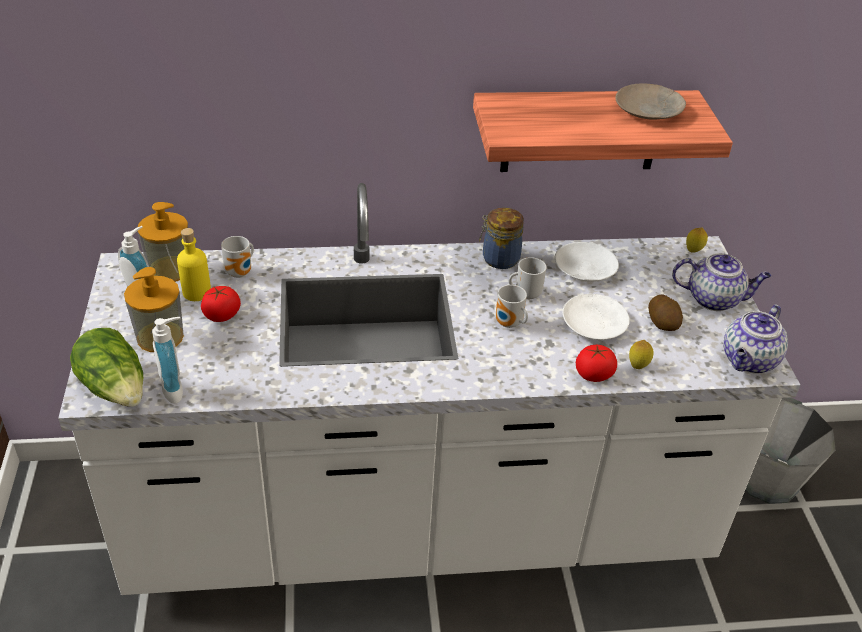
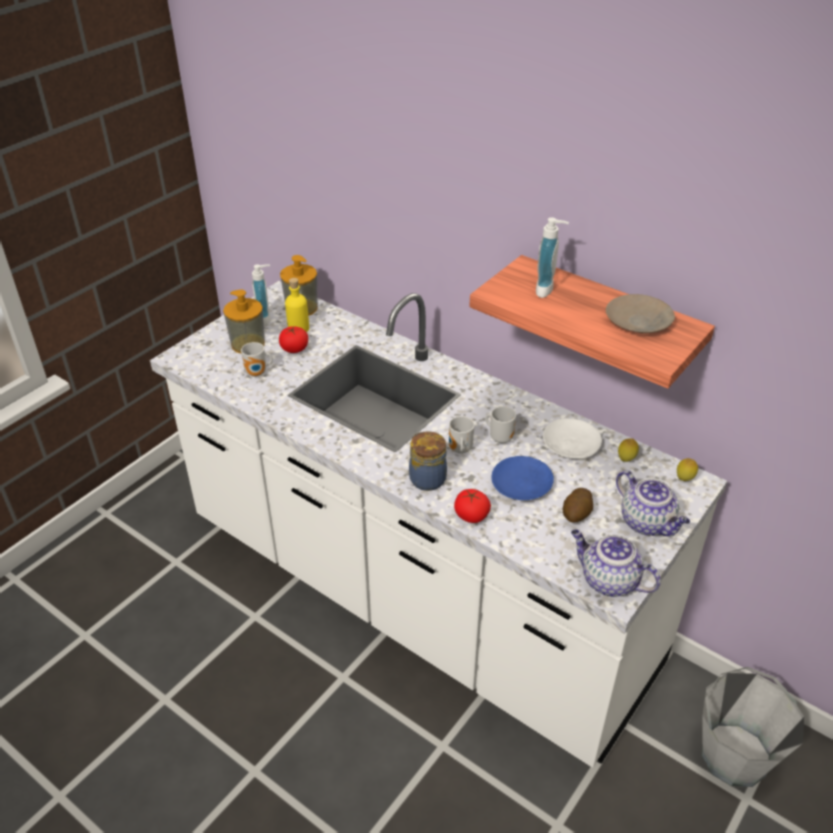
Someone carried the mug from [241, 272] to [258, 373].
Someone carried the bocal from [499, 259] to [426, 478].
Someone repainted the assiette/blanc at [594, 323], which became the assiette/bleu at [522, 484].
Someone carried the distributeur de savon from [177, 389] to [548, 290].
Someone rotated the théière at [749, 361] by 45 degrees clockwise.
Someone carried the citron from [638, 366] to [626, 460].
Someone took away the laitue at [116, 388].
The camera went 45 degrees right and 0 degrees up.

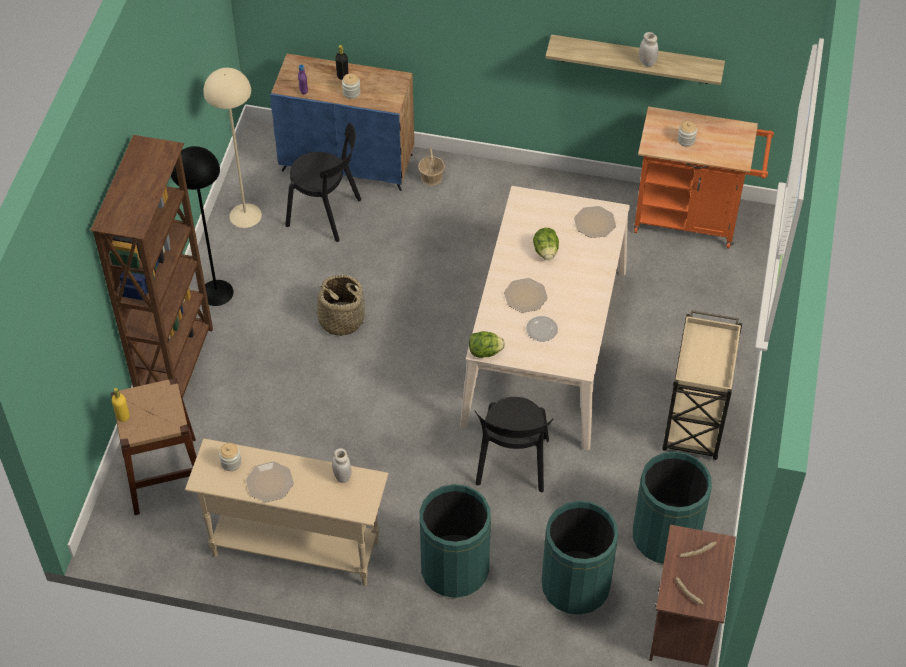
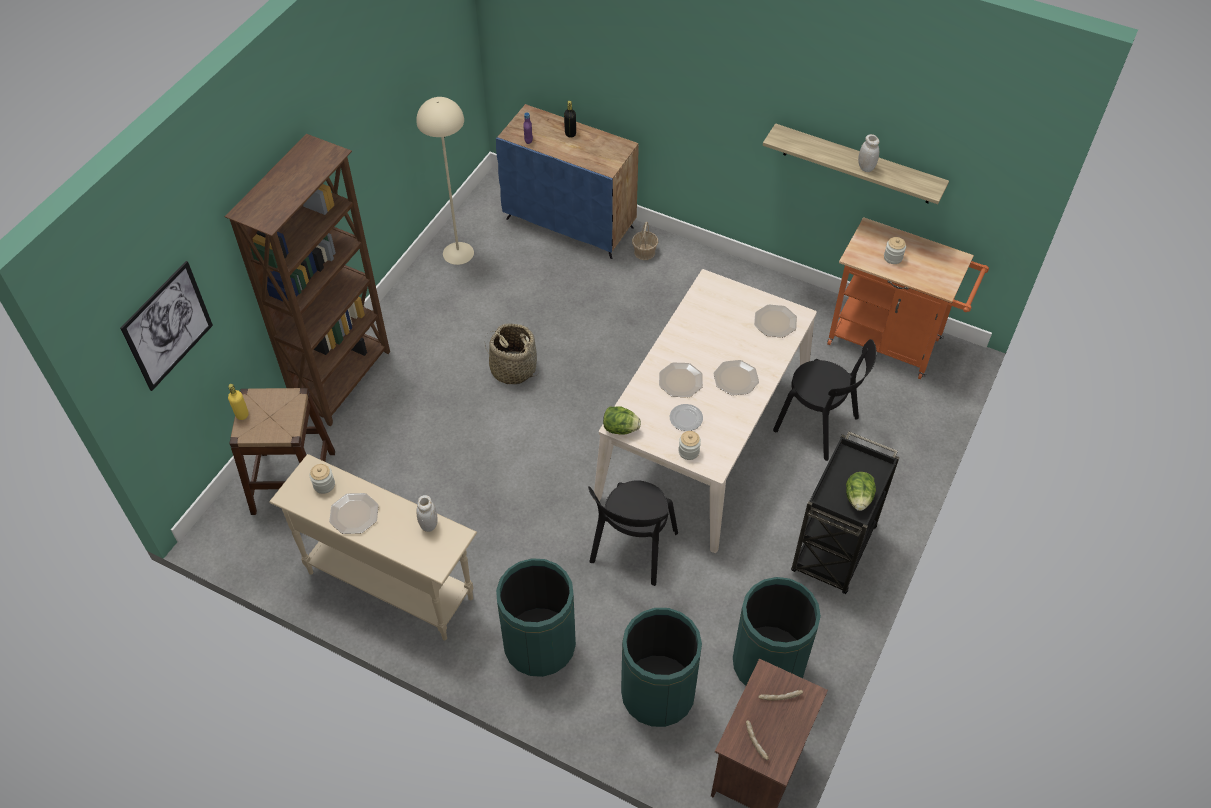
Someone put up the tableau at [168, 326].
Someone carried the bocal from [351, 92] to [688, 451].
Someone put down the assiette at [736, 379].
Someone carried the chaise/noir from [327, 214] to [819, 426].
Someone repainted the chariot/beige at [694, 424], which became the chariot/noir at [833, 551].
Someone carried the laitue from [546, 251] to [858, 498].
Someone took away the lampadaire/noir at [216, 292].
The camera went 15 degrees right and 0 degrees up.

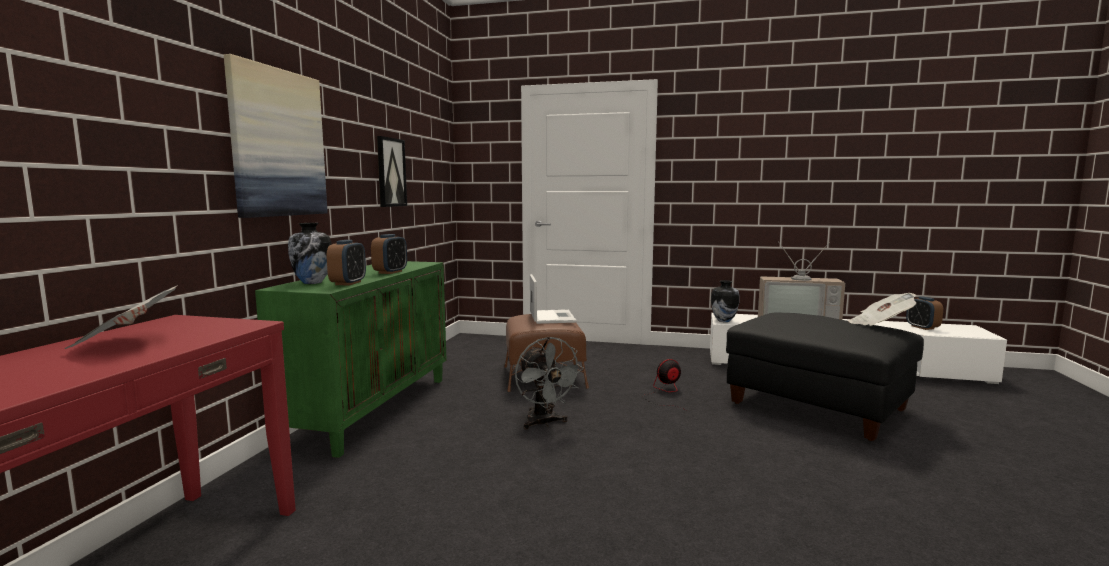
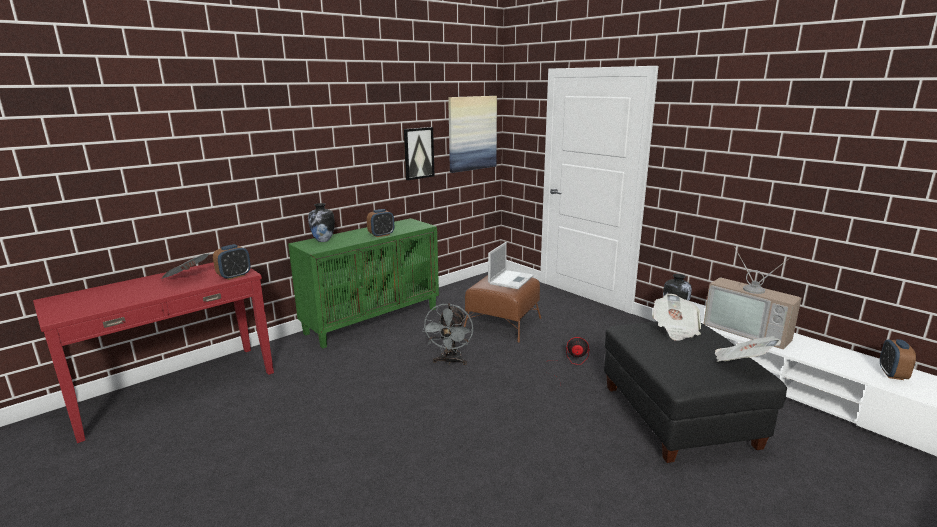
Someone carried the réveil from [348, 283] to [234, 276].
Someone carried the tableau from [278, 143] to [472, 133].
Someone put down the journal at [675, 329].
The camera went 35 degrees right and 10 degrees up.

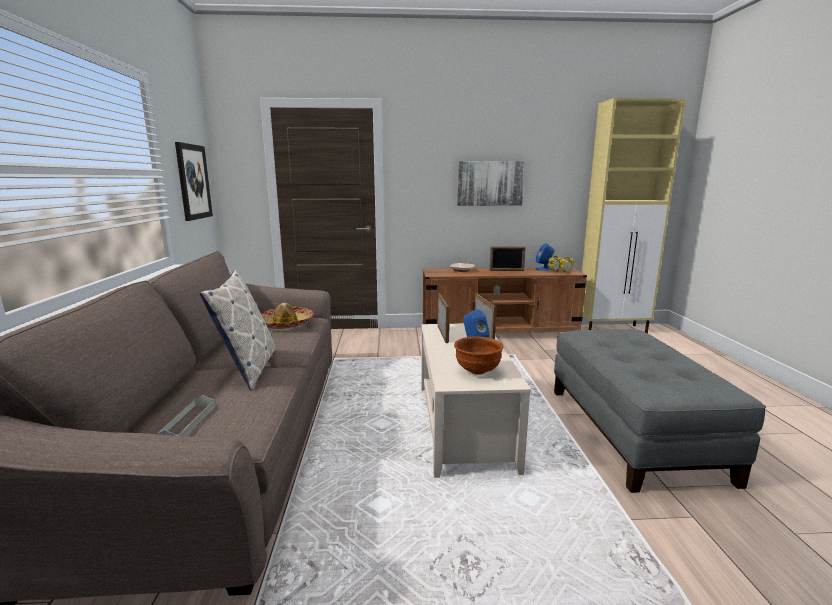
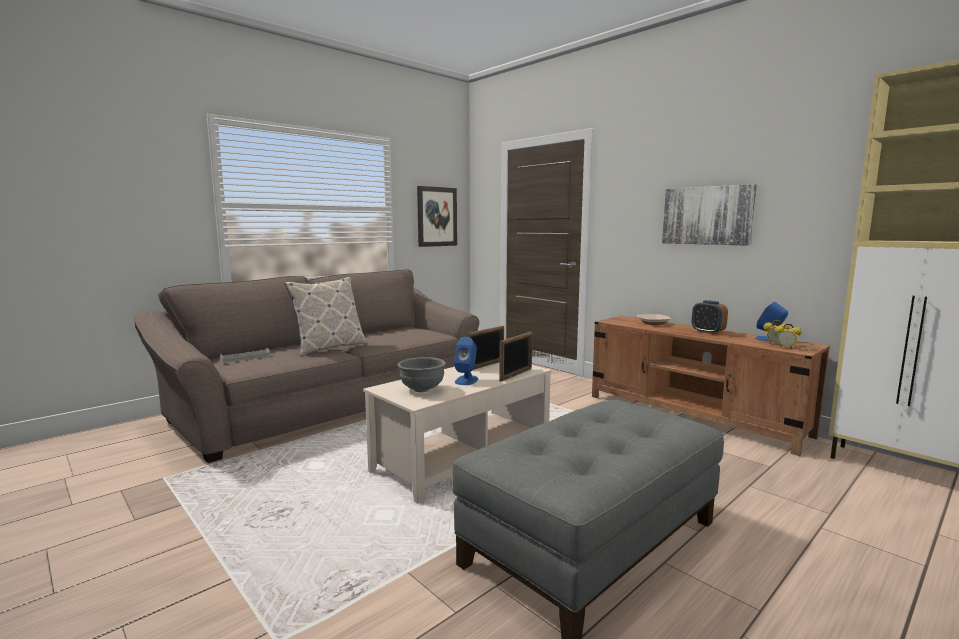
Someone repainted the bol/marron at [477, 371], which became the bol/gris at [422, 389].
Someone swapped the cadre photo at [506, 270] for the réveil at [708, 332].
Someone took away the chapeau at [285, 324].
The camera went 50 degrees right and 5 degrees down.

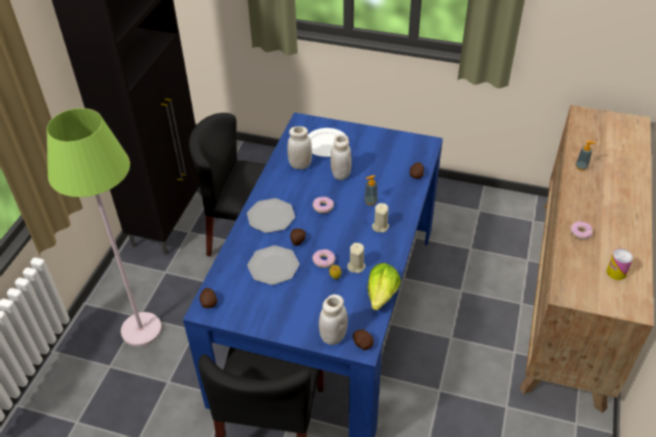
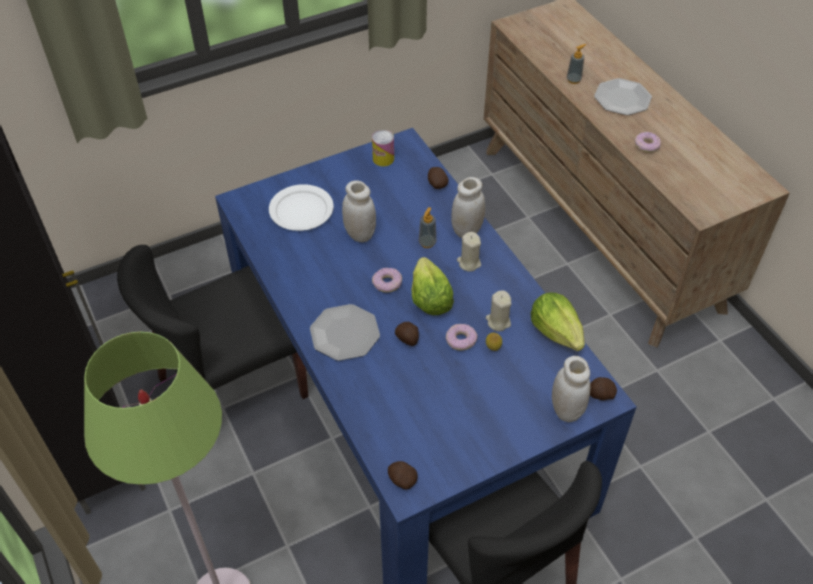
Someone carried the boîte métallique from [616, 272] to [383, 159].
Someone put down the laitue at [429, 298].
Someone carried the bocal/blanc from [300, 165] to [467, 230].
Someone carried the assiette from [273, 266] to [622, 98].
The camera went 45 degrees left and 5 degrees up.

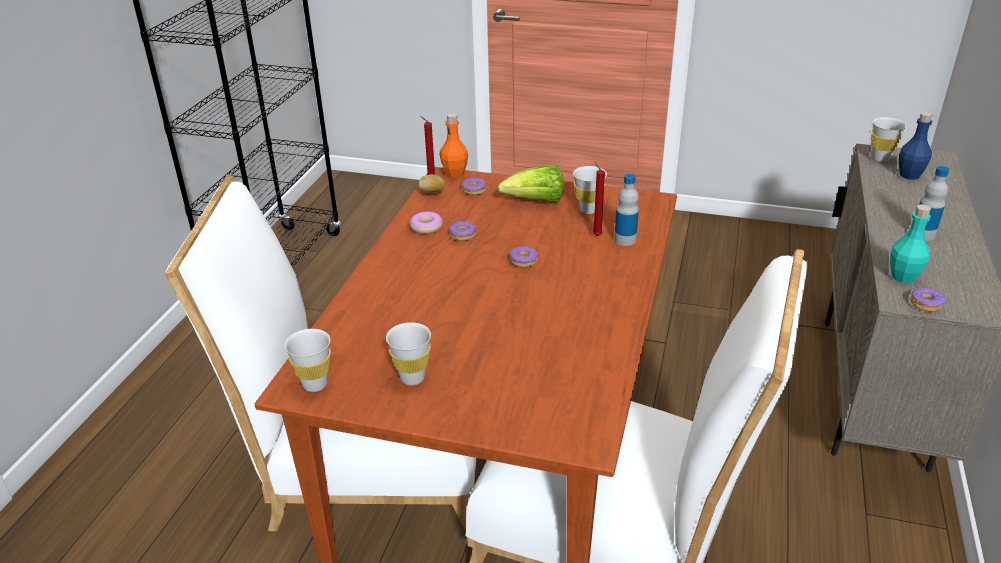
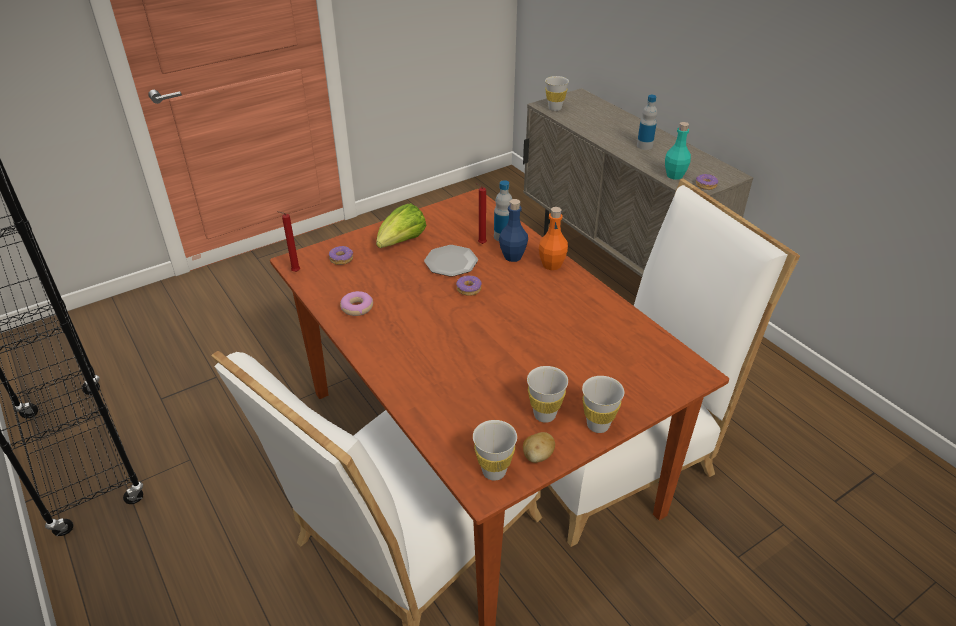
Someone put down the assiette at [451, 262].
Someone carried the bouteille/bleu from [909, 175] to [512, 256].
Someone carried the pomme de terre from [432, 193] to [538, 456].
Someone carried the bouteille/orange from [454, 174] to [551, 265].
Someone carried the tasse/blanc from [588, 210] to [598, 425].
Someone took away the beignet at [463, 235].
The camera went 50 degrees left and 5 degrees up.

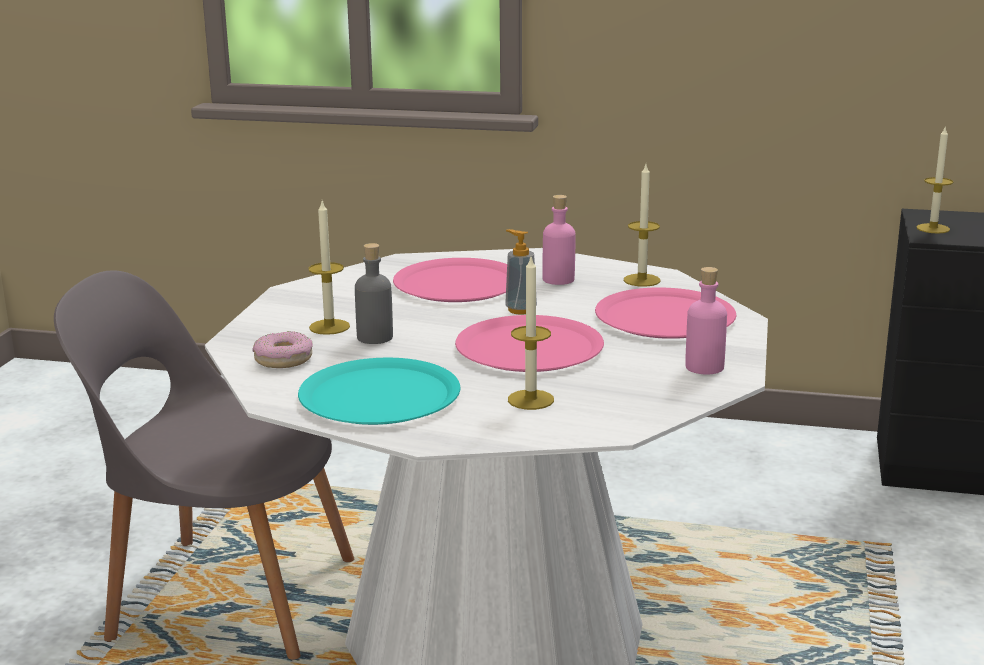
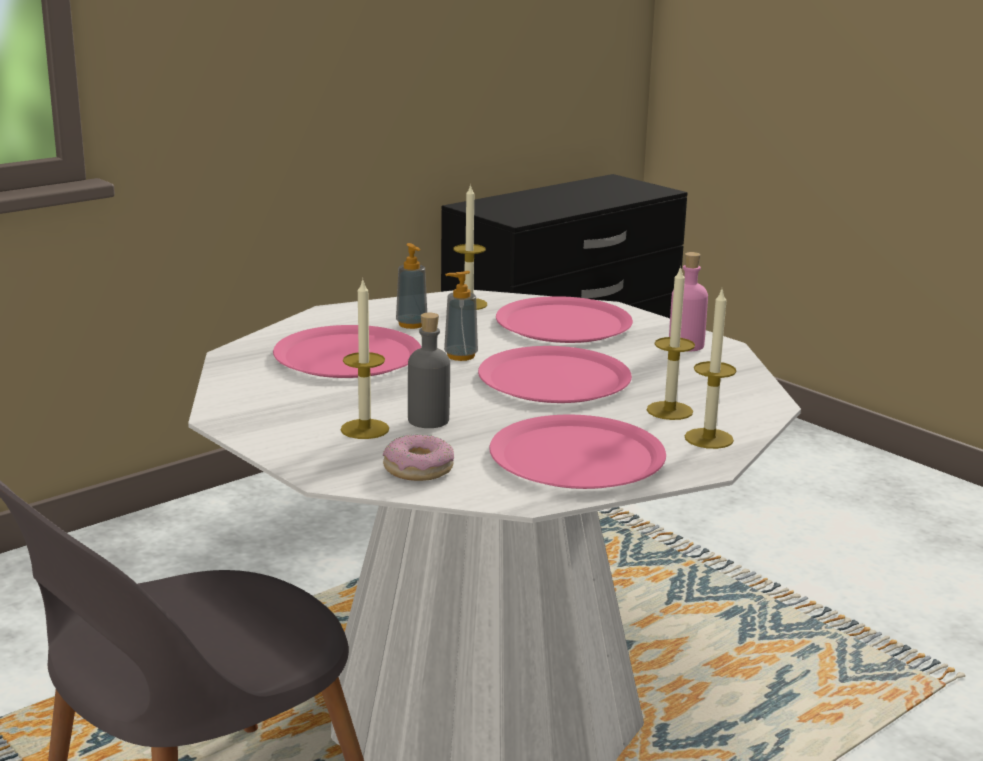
Someone swapped the bouteille/rose at [558, 279] for the distributeur de savon at [411, 324].
Someone repainted the assiette/turquoise at [380, 395], which became the assiette/rose at [577, 456].
Someone carried the bougie from [933, 228] to [709, 438].
The camera went 55 degrees left and 0 degrees up.

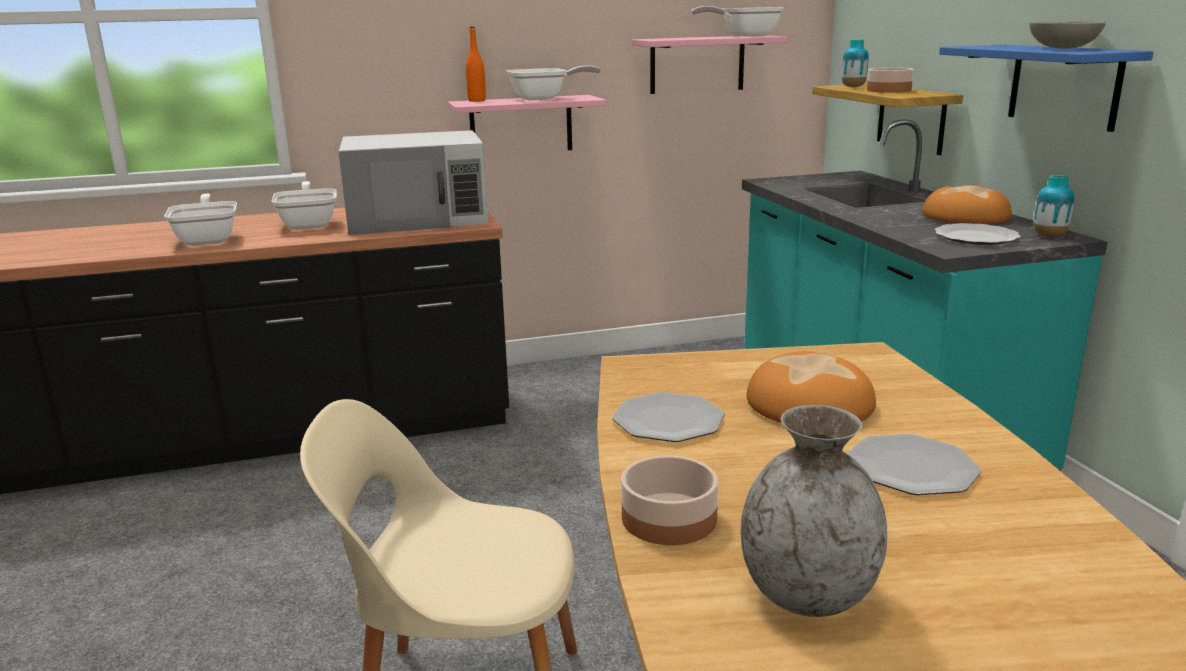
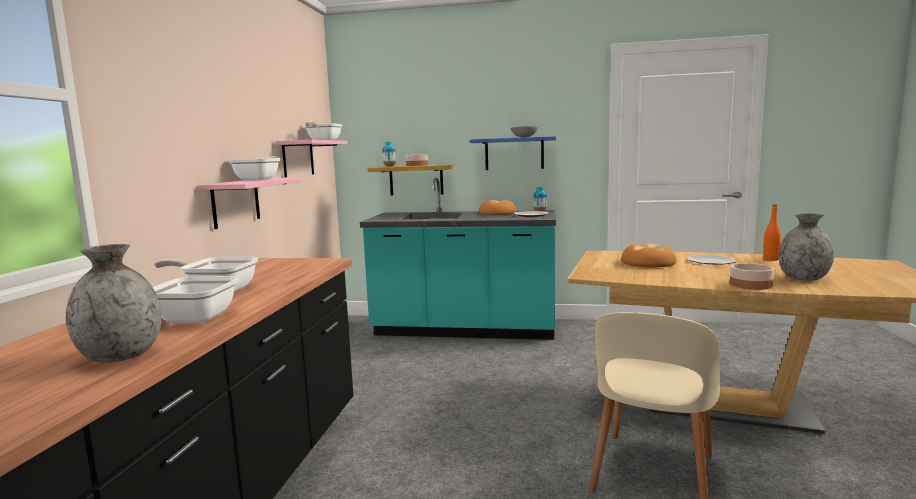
Someone put down the vase/gris at [121, 356].
Someone carried the bouteille/orange from [477, 100] to [770, 259].
Someone took away the micro-ondes/blanc at [418, 217].
Someone took away the assiette at [668, 420].
The camera went 65 degrees left and 10 degrees down.

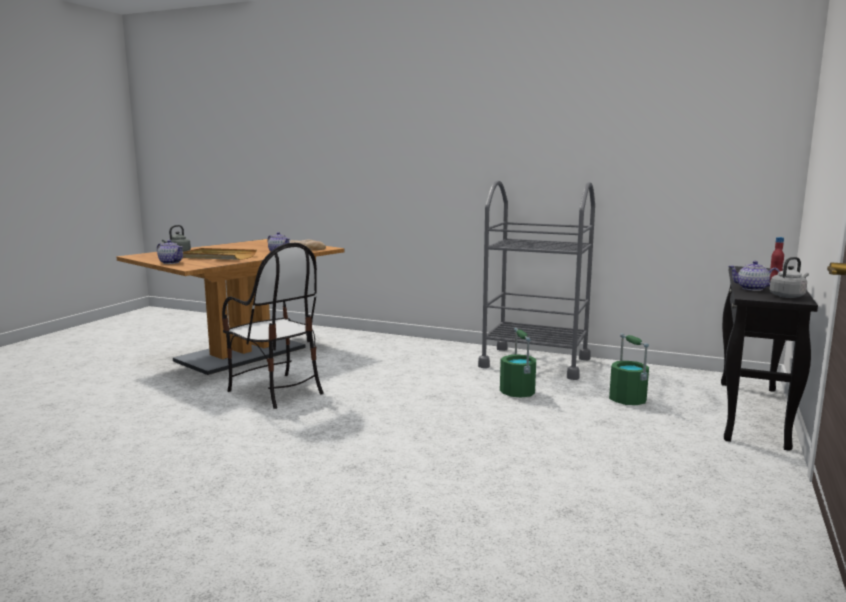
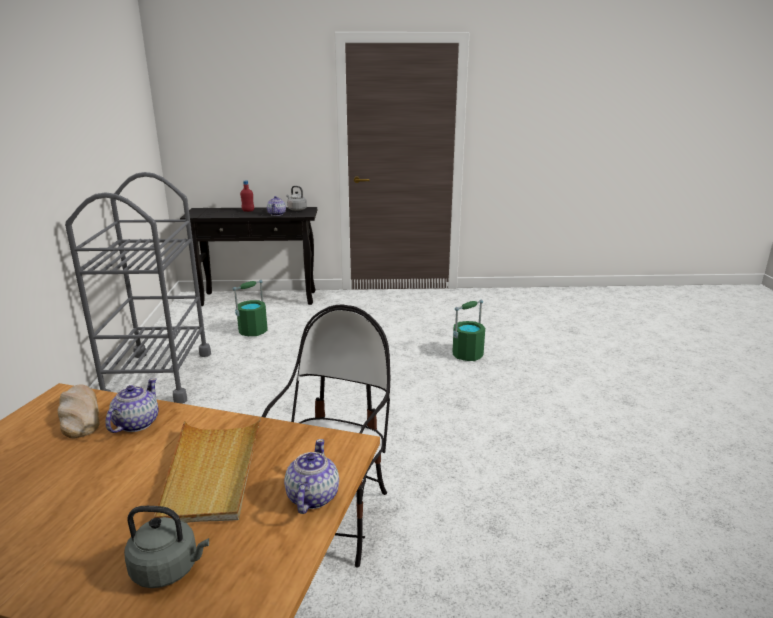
Someone carried the seau/vert from [518, 392] to [467, 355].
The camera went 115 degrees left and 10 degrees up.

